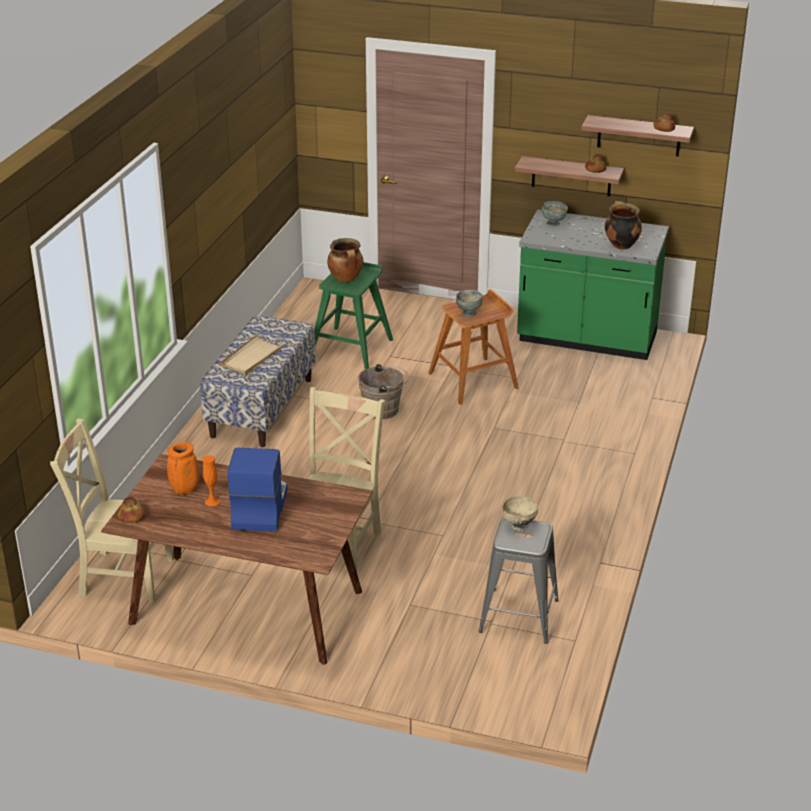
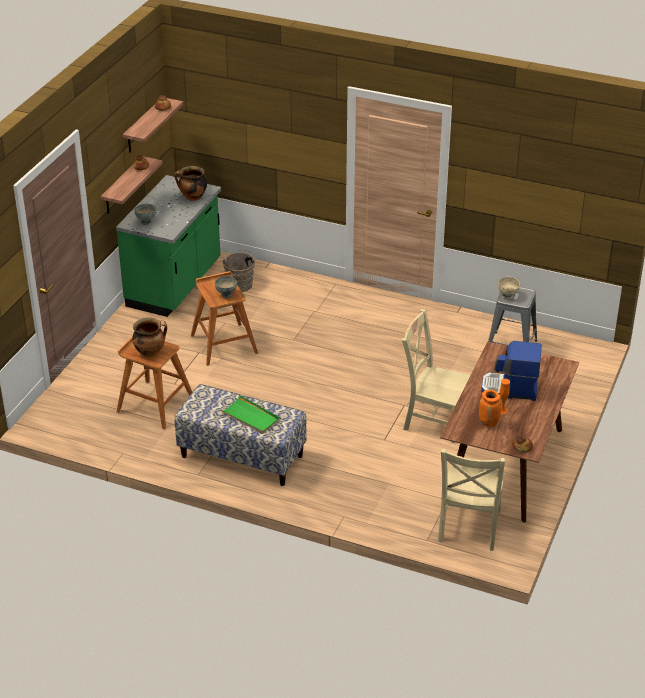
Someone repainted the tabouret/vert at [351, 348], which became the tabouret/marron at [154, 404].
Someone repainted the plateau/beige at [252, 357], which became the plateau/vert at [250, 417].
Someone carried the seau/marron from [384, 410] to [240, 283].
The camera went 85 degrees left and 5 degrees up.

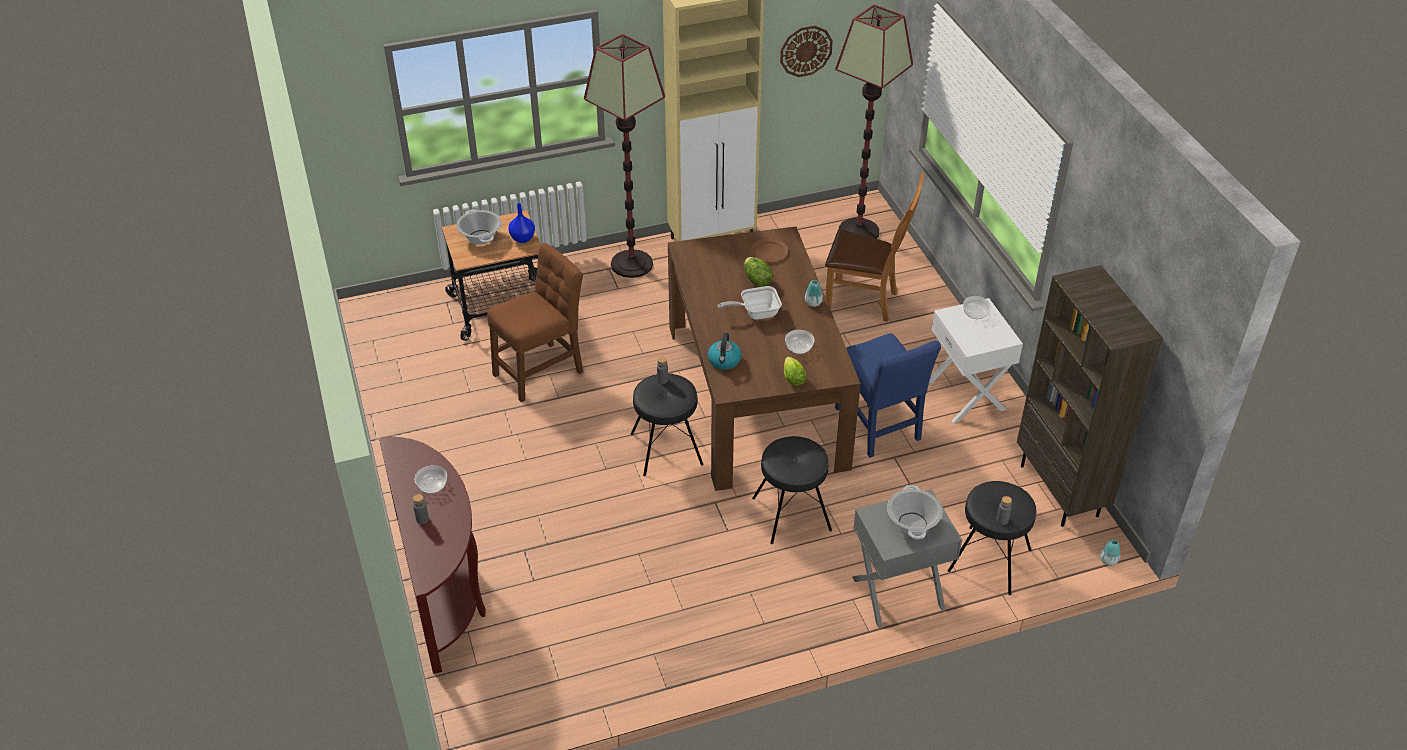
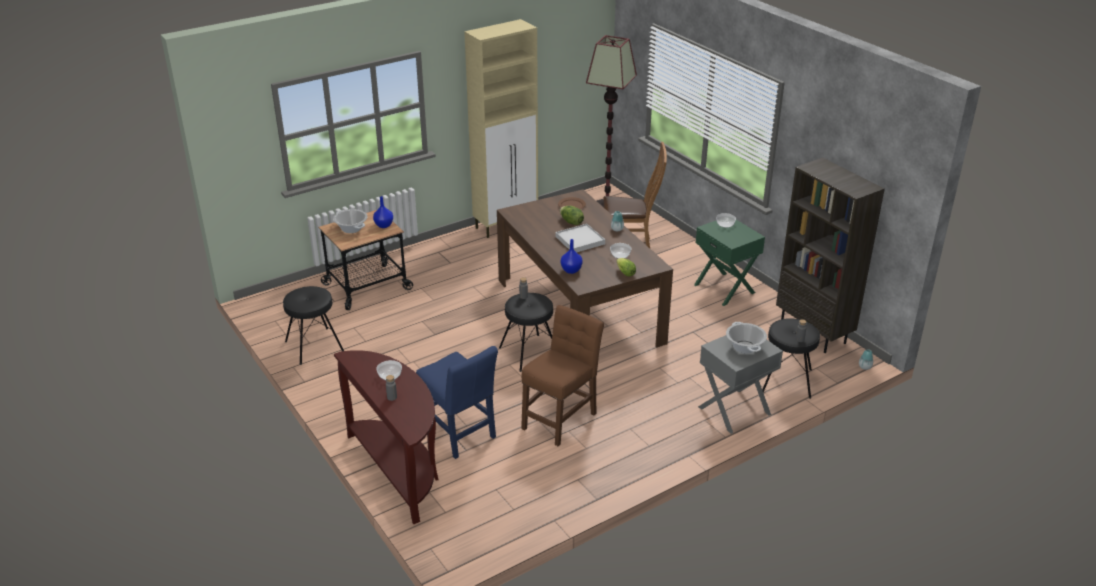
Someone carried the tabouret/noir from [791, 514] to [314, 346].
Someone carried the chaise/bleu from [879, 427] to [459, 434].
Someone carried the chaise/marron from [542, 370] to [561, 418].
Someone swapped the poêle at [755, 313] for the plateau/blanc at [580, 240].
Someone swapped the bouilloire at [724, 361] for the vase/bleu at [571, 270].
Someone repainted the table de chevet/blanc at [967, 395], which became the table de chevet/vert at [725, 288].
Someone took away the lampadaire at [631, 264].
Someone took away the horloge murale at [805, 51].
The camera went 15 degrees left and 10 degrees down.

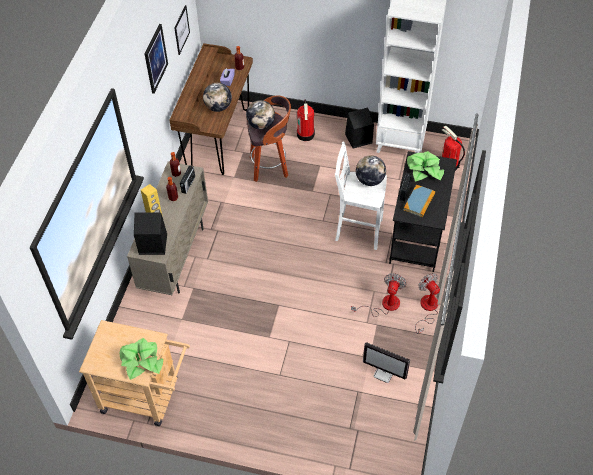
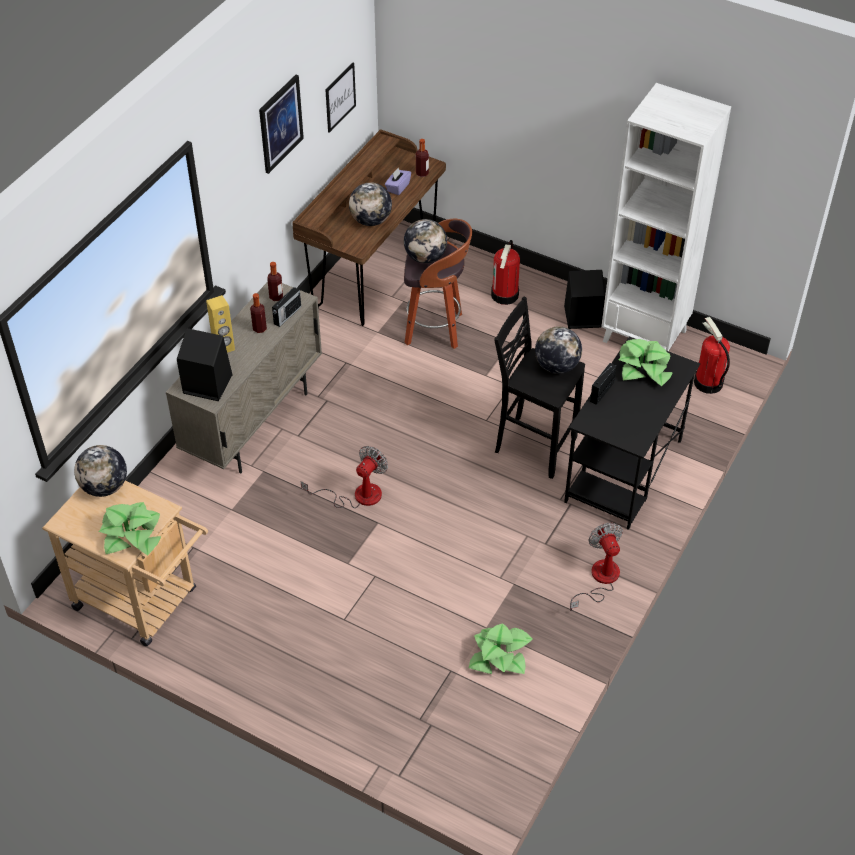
Someone put down the globe at [105, 487].
Someone carried the ventilateur from [384, 305] to [357, 495].
Someone swapped the écran d'ordinateur at [384, 373] for the plante en pot at [500, 655].
Someone repainted the tabouret/blanc at [357, 230], which became the tabouret/noir at [533, 445].
Someone took away the livre at [419, 202].
The camera went 15 degrees right and 5 degrees down.

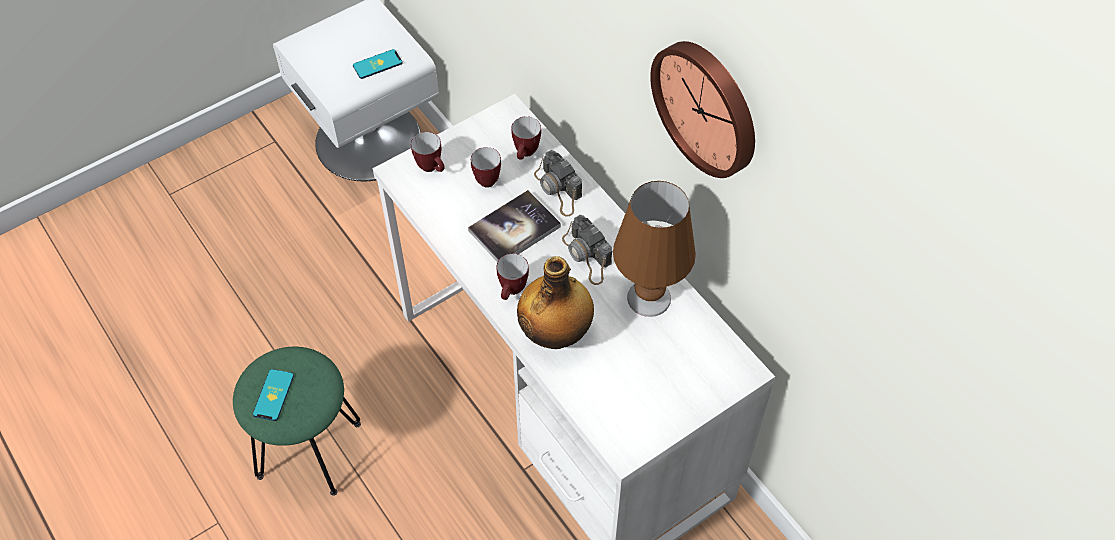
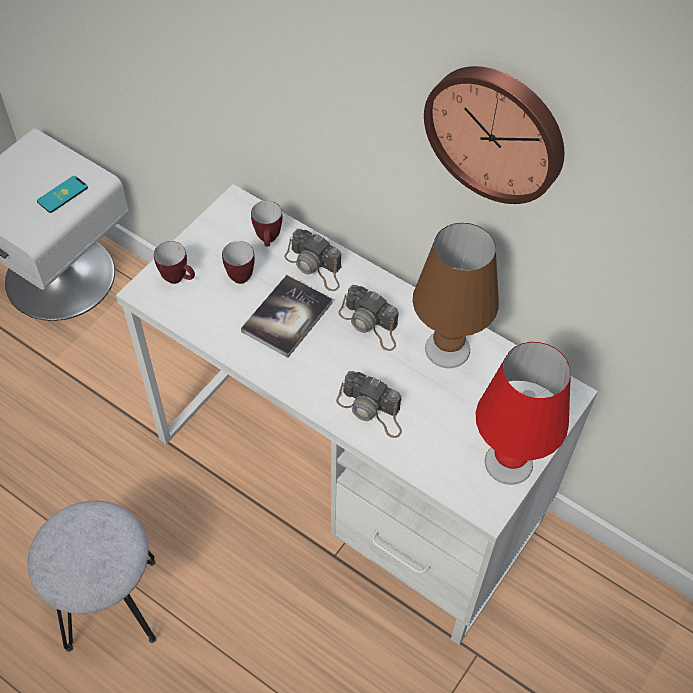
Someone repainted the tabouret/vert at [308, 449], which became the tabouret/gris at [110, 604].
Someone swapped the bouteille at [556, 333] for the appareil photo at [372, 410].
Someone put down the lampe de table/rouge at [508, 463].
Someone took away the téléphone at [273, 395].
Someone took away the mug at [512, 292].
The camera went 20 degrees left and 0 degrees up.

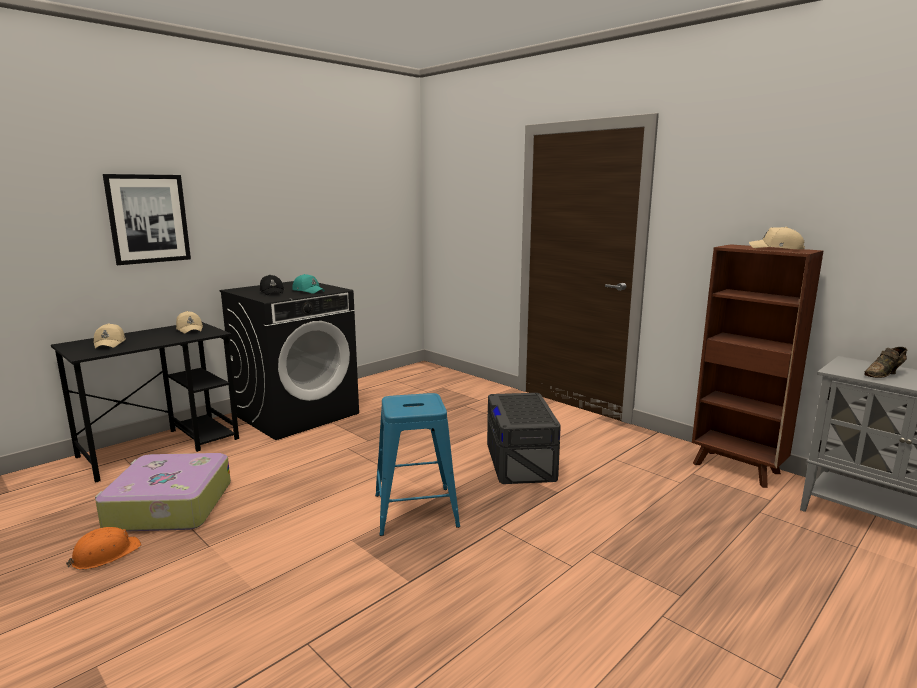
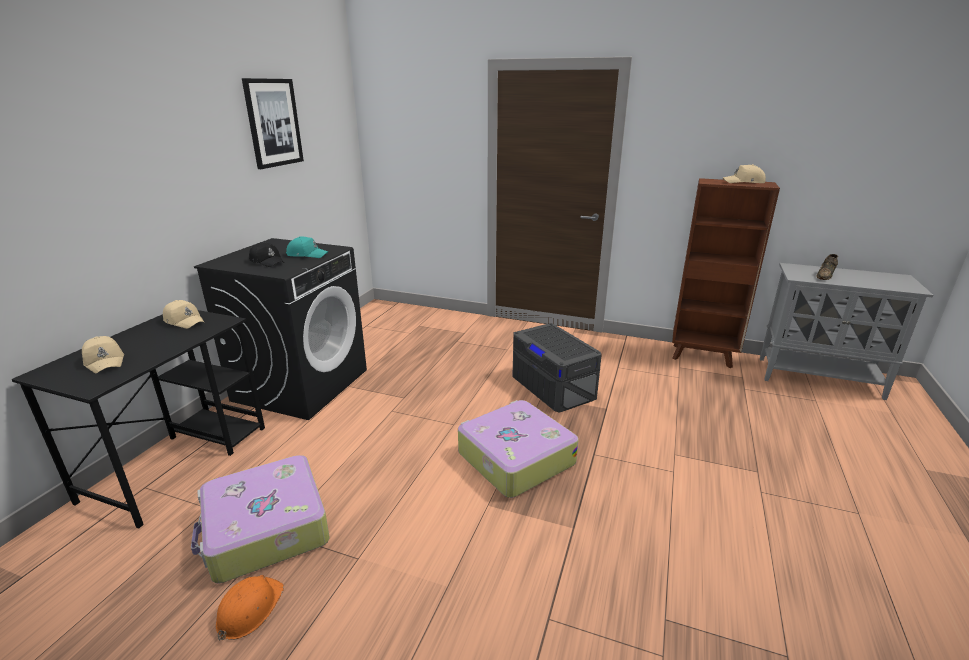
Someone carried the tableau from [148, 219] to [273, 123].
Someone swapped the tabouret/bleu at [416, 510] for the valise at [514, 458].
The camera went 25 degrees left and 10 degrees up.

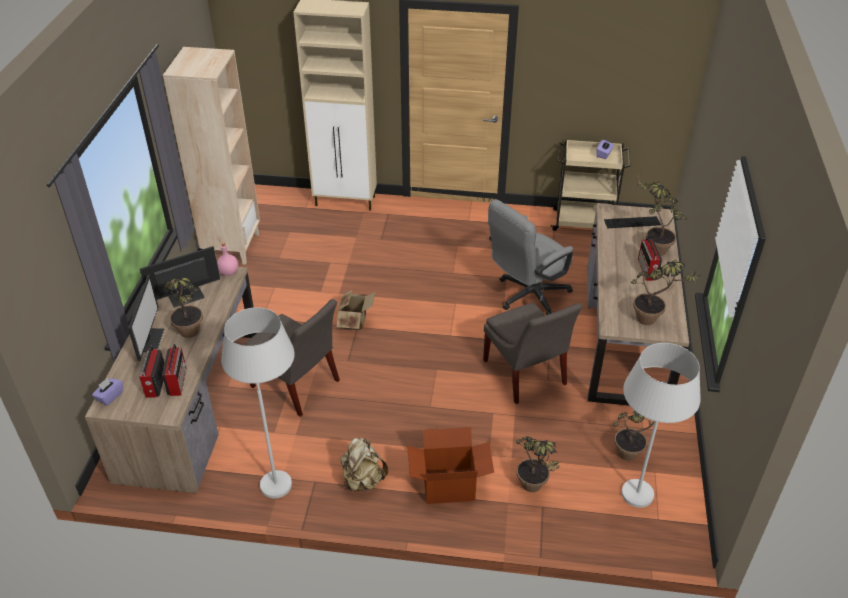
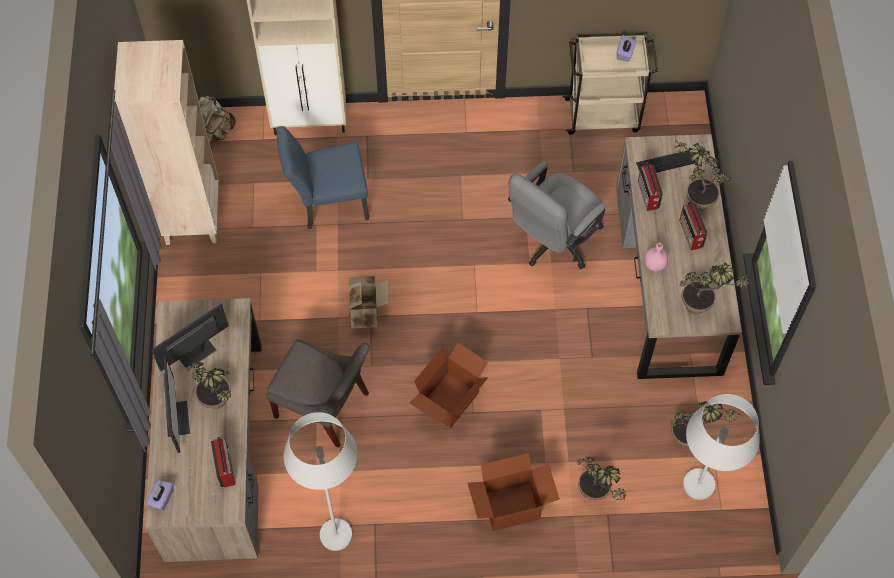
Someone carried the sac à dos/beige from [363, 480] to [214, 132].
Someone put down the chaise/bleu at [327, 203].
Someone put down the carton at [450, 400].
Someone carried the radio from [155, 384] to [648, 195].
Someone carried the bouteille/rose from [229, 272] to [654, 264].
Someone took away the chaise/gris at [525, 375].
The camera went 10 degrees left and 20 degrees up.

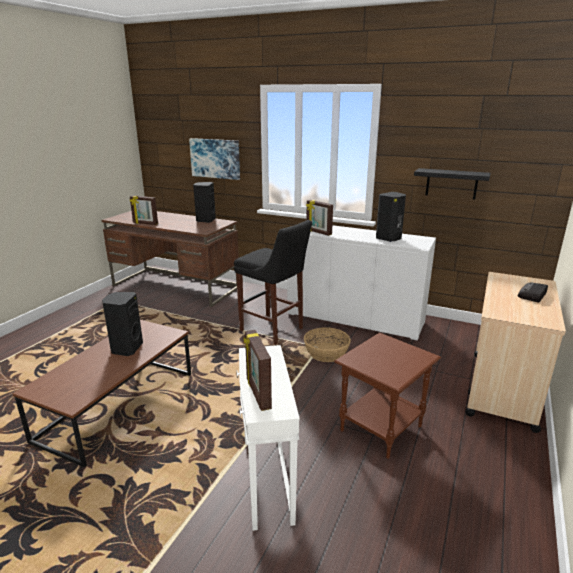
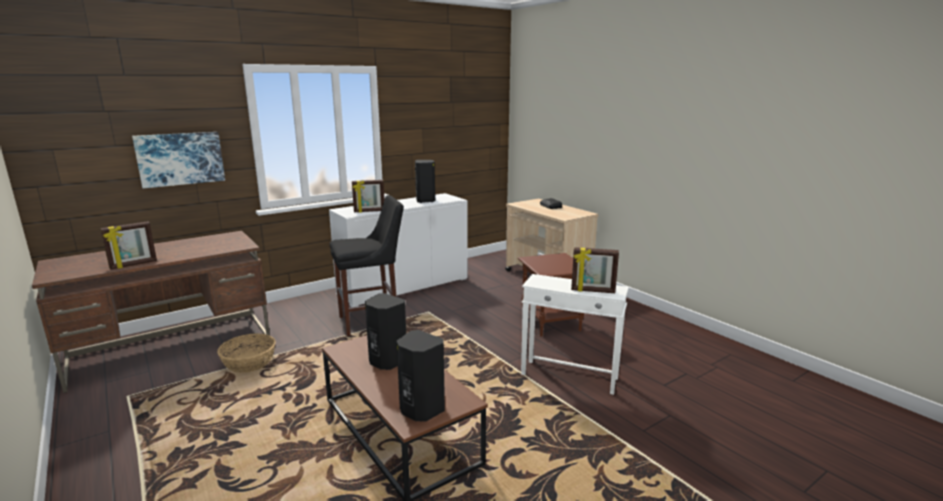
Someone carried the panier from [326, 353] to [249, 363].
Someone carried the enceinte/noir from [205, 220] to [420, 410].
Someone took away the étagère/noir at [451, 184].
The camera went 60 degrees left and 5 degrees down.

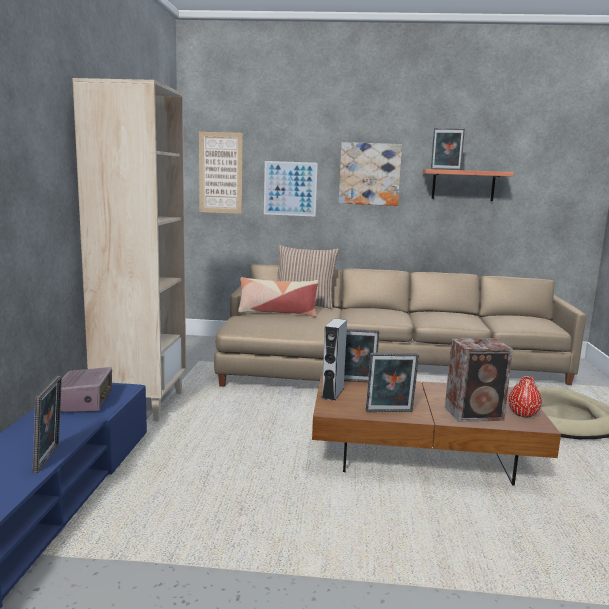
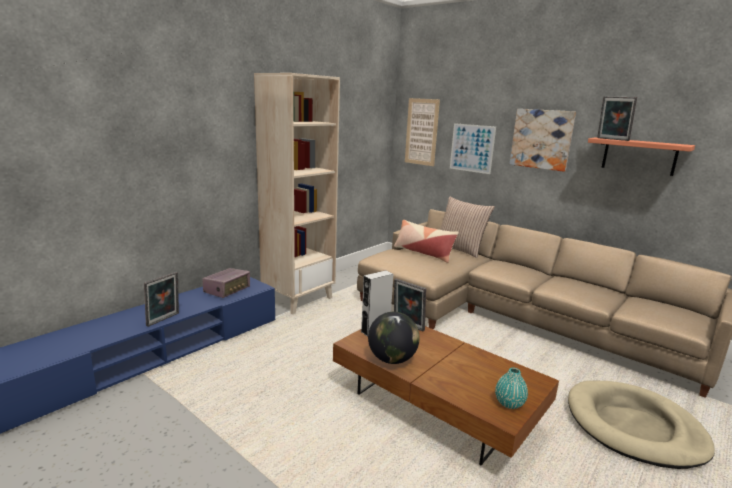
Someone swapped the cadre photo at [389, 412] for the globe at [392, 359].
Someone repainted the vase/rouge at [523, 414], which became the vase/turquoise at [509, 403].
Someone took away the enceinte at [475, 414].
The camera went 35 degrees right and 5 degrees up.

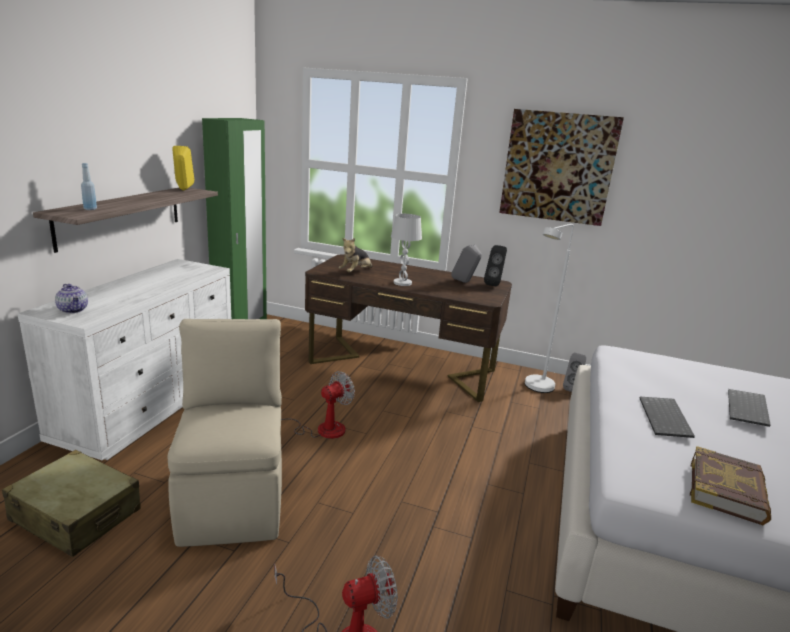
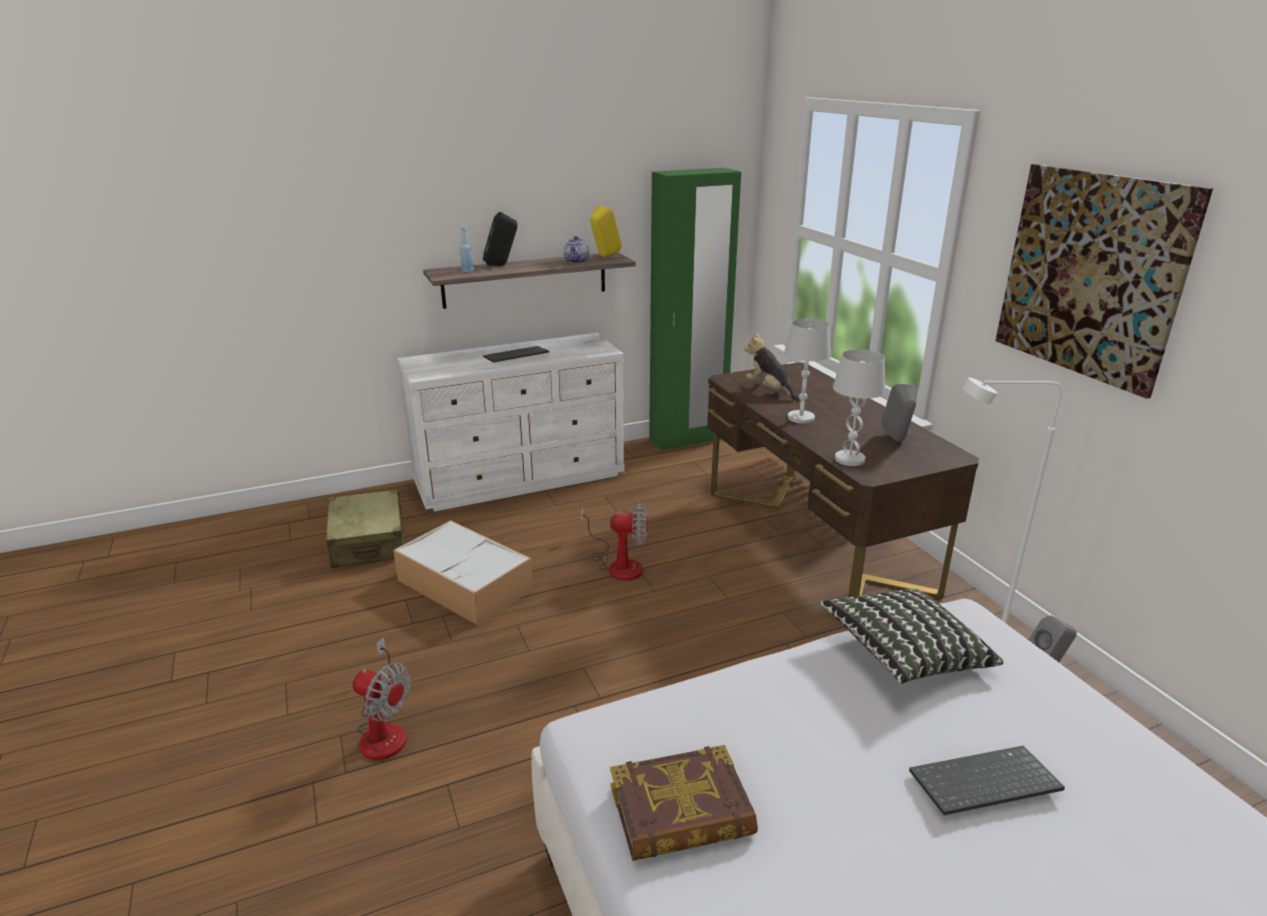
Someone swapped the chaise/beige at [233, 498] for the boîte de rangement at [466, 585].
Someone carried the enceinte/noir from [494, 284] to [501, 265].
Someone carried the clavier from [666, 419] to [516, 356].
Someone carried the théière from [73, 310] to [577, 261].
Someone rotated the peluche at [356, 272] by 60 degrees clockwise.
Someone put down the coussin at [904, 654].
Someone put down the lampe de table/blanc at [850, 459].
The camera went 50 degrees right and 5 degrees up.

